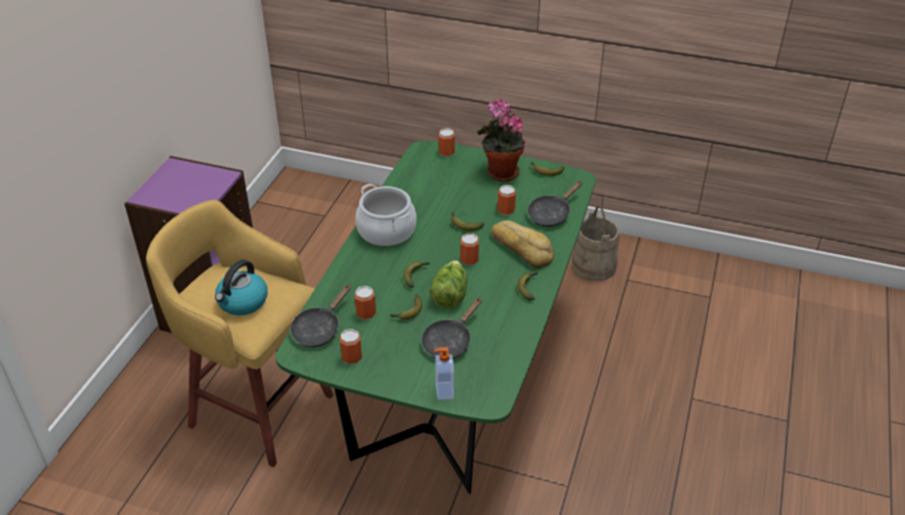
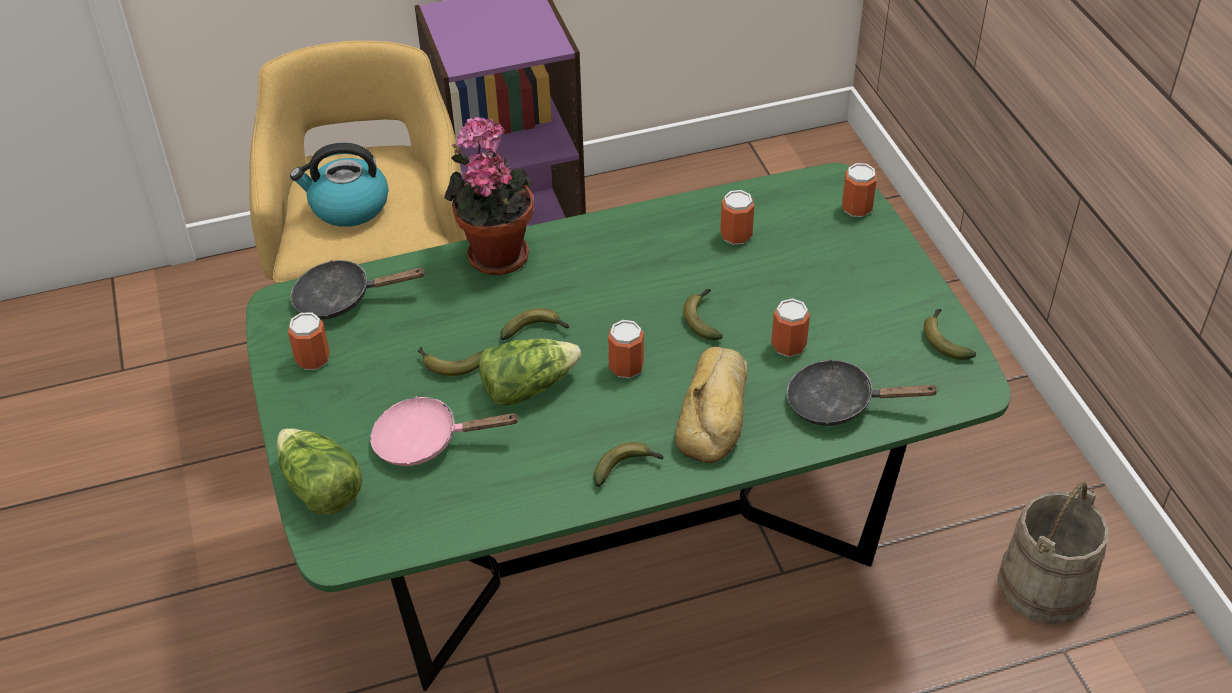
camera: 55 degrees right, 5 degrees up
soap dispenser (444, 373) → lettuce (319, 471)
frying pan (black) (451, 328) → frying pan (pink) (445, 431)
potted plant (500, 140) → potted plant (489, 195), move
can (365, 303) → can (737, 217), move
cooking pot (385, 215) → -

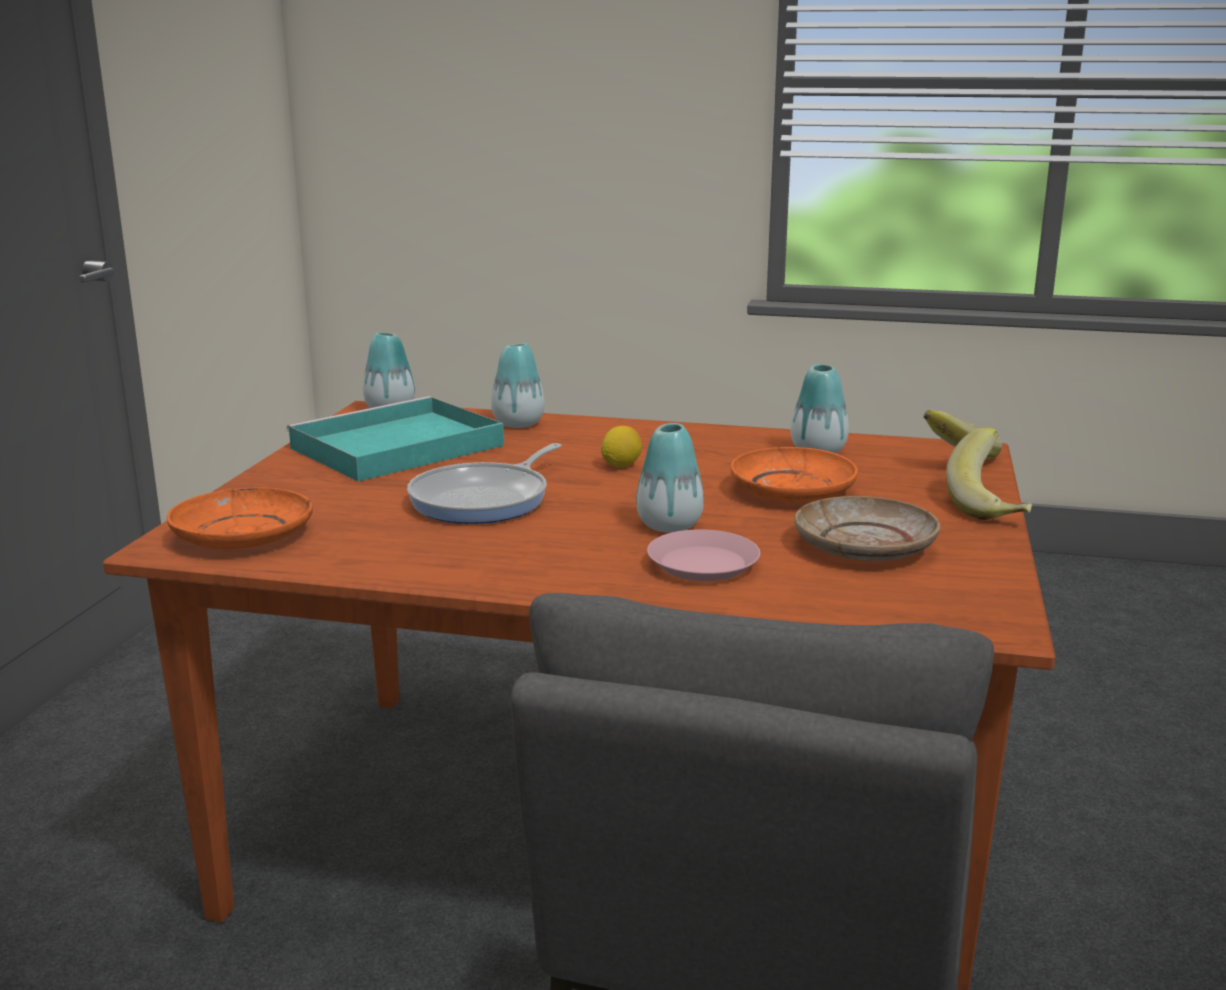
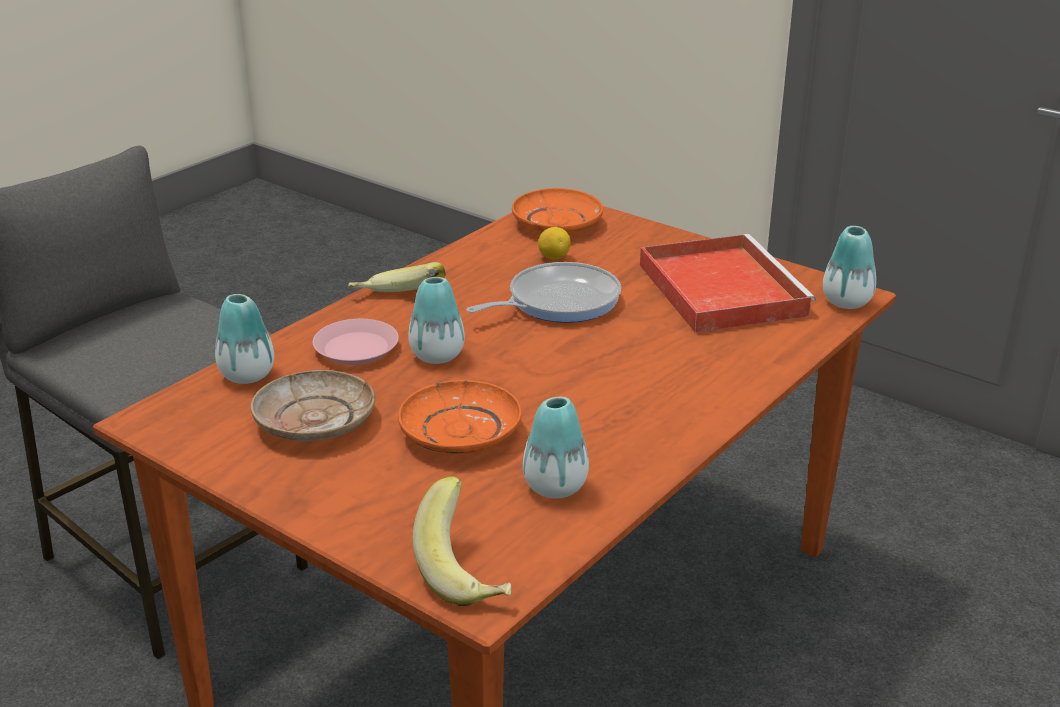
camera: 115 degrees right, 10 degrees up
vase (518, 385) → vase (244, 339), move
banana (989, 473) → banana (397, 277), move
frying pan (484, 483) → frying pan (543, 292), 90 degrees clockwise
lemon (621, 446) → lemon (554, 243), move
tray (turquoise) (395, 439) → tray (red) (728, 283)

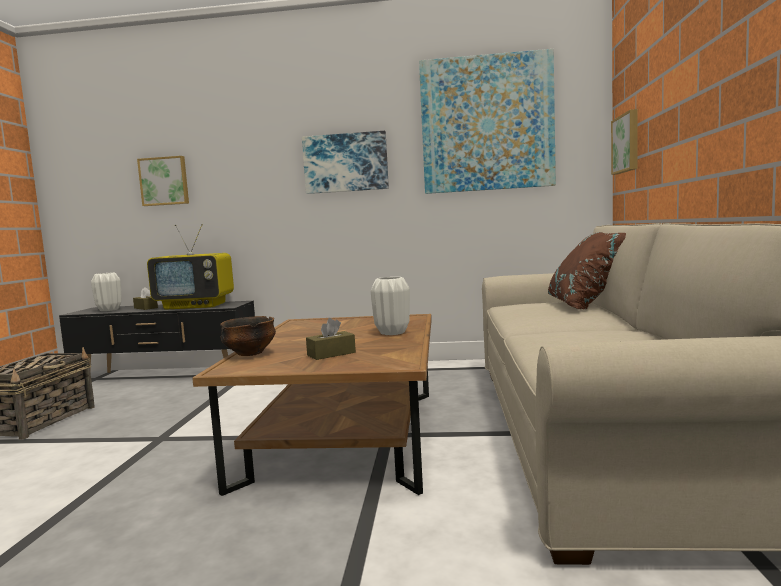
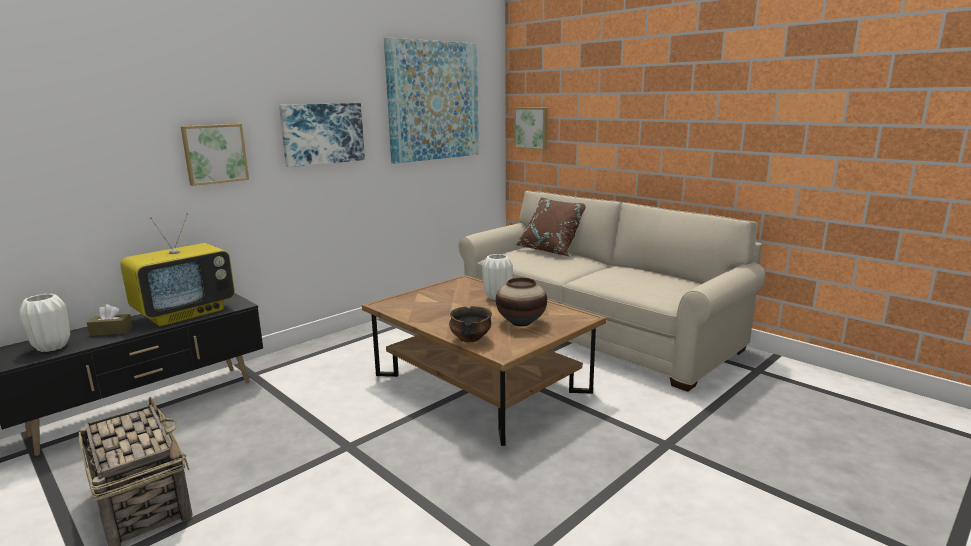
camera: 50 degrees left, 10 degrees up
picture (163, 181) → picture (215, 155), move
tissue box (brown) (331, 339) → vase (521, 302)

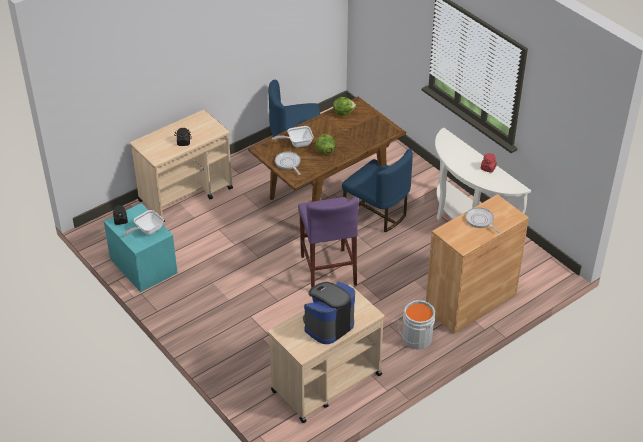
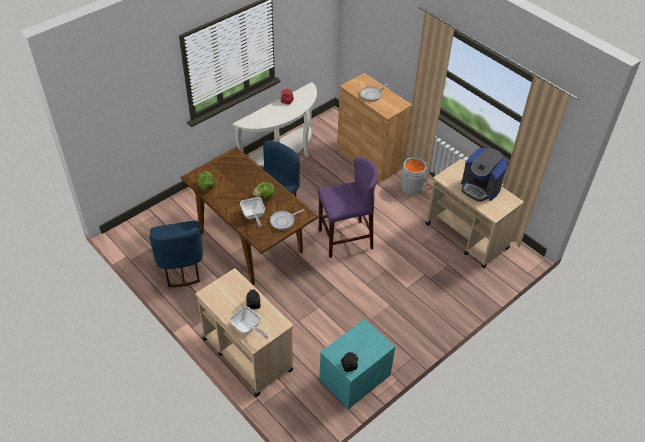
camera: 95 degrees left, 5 degrees up
frying pan (144, 223) → frying pan (248, 322), move

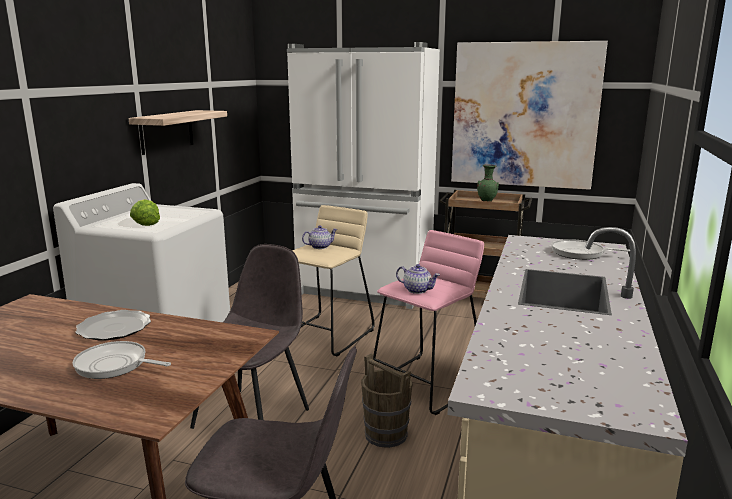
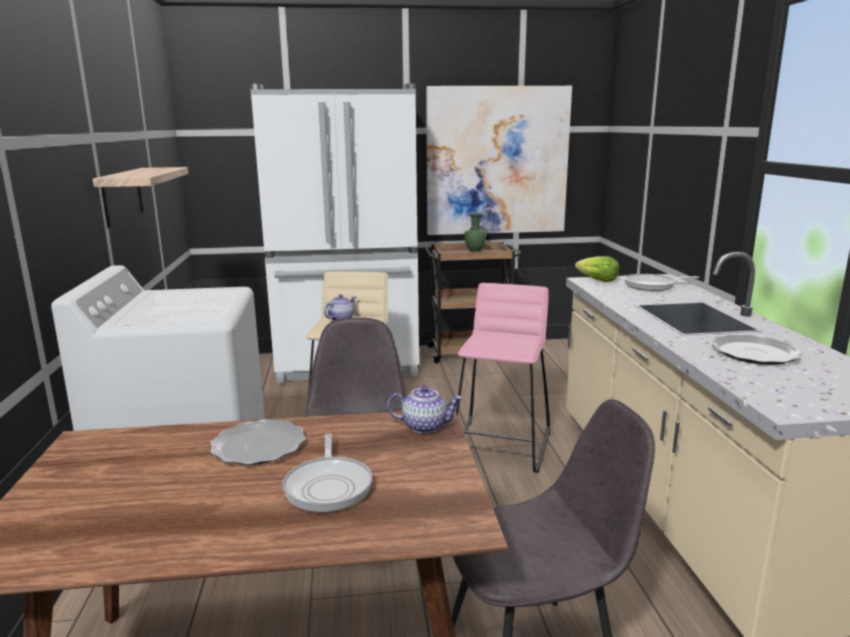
camera: 25 degrees left, 0 degrees up
frying pan (122, 360) → frying pan (327, 472), 90 degrees counterclockwise
teapot (418, 279) → teapot (424, 409), move
lettuce (145, 212) → lettuce (597, 269), move
- → plate (756, 350)
bucket (brown) (387, 401) → -

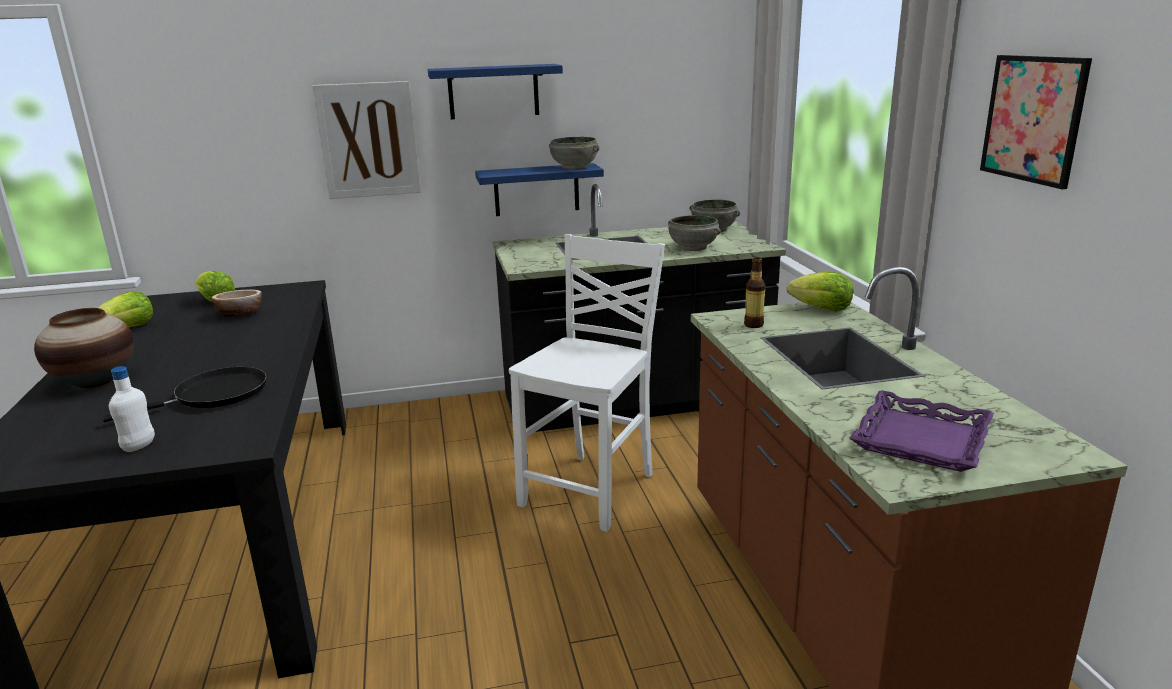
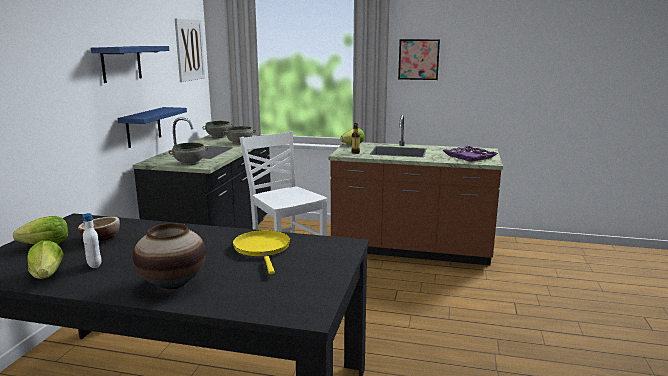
camera: 65 degrees left, 5 degrees down
bottle (white) (132, 409) → bottle (white) (92, 240), move
bowl (grey) (574, 153) → bowl (grey) (188, 154), move
picture (367, 140) → picture (190, 50), move
frying pan (black) (184, 394) → frying pan (yellow) (261, 252)

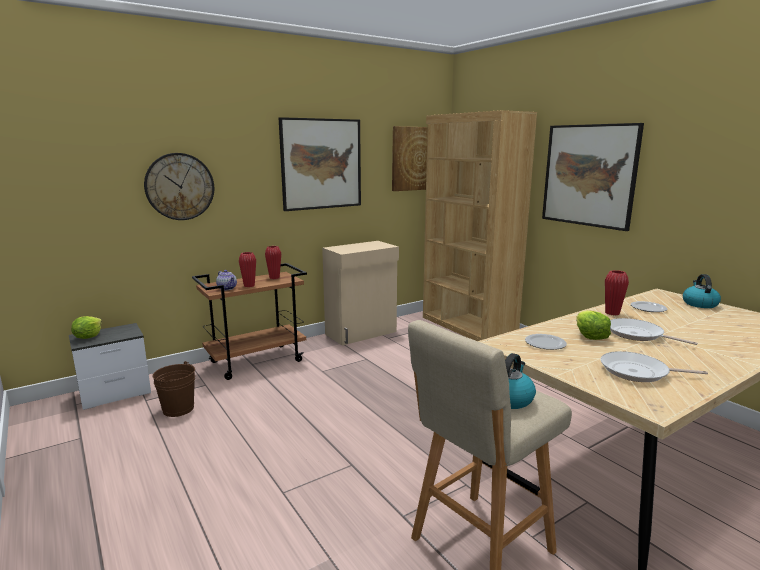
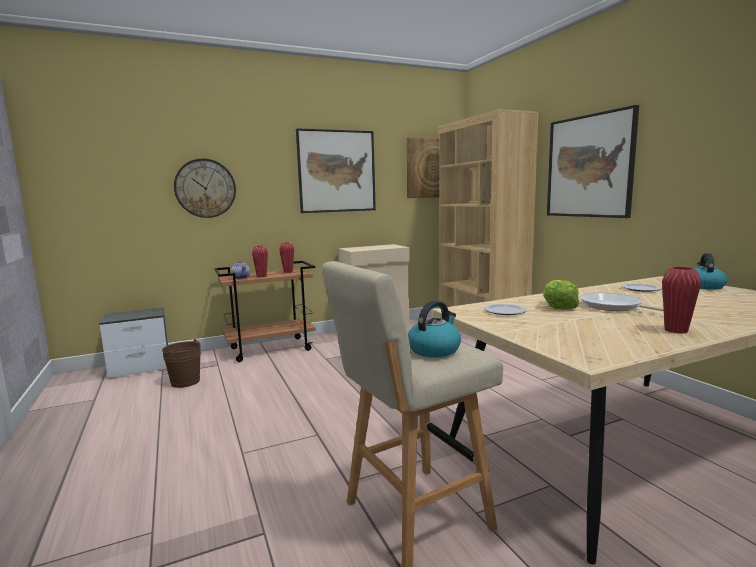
camera: 10 degrees right, 5 degrees down
vase (red) (617, 293) → vase (red) (681, 300), move
lettuce (86, 327) → -
frying pan (654, 366) → -

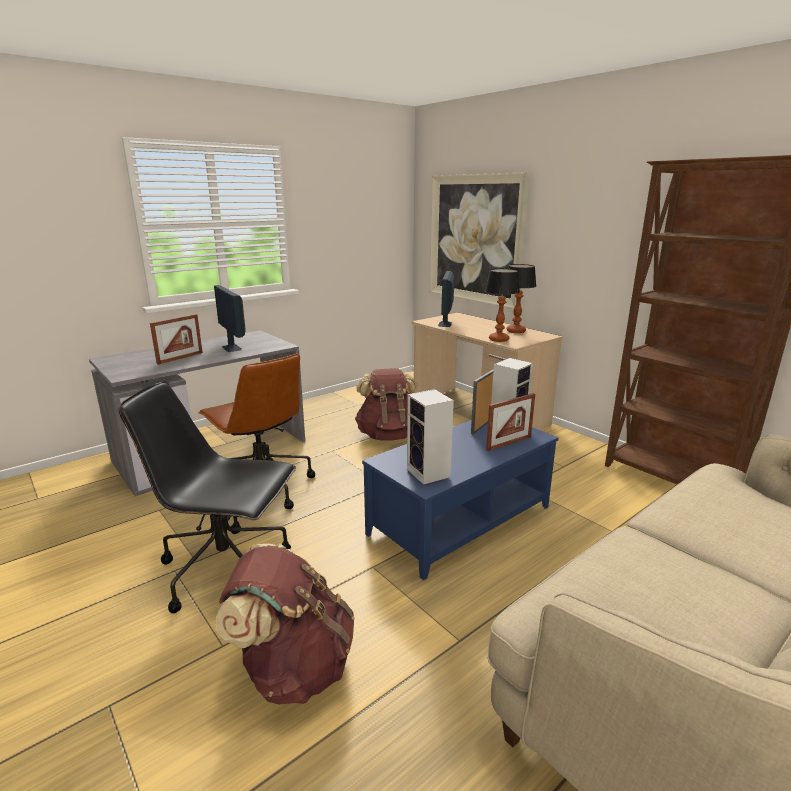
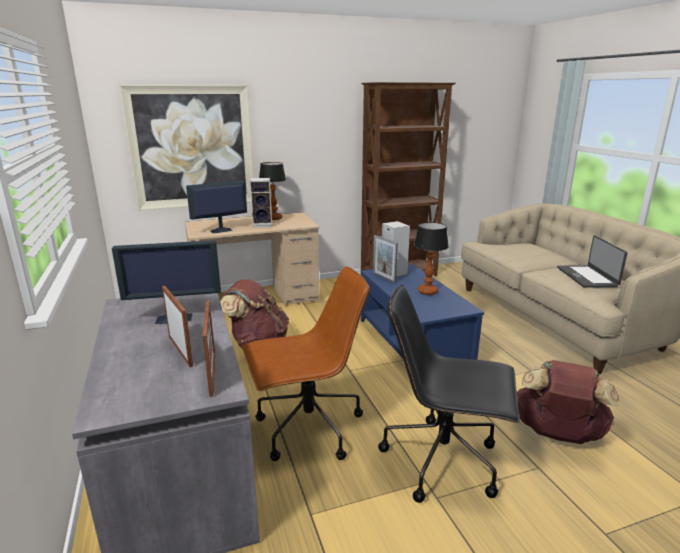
camera: 70 degrees left, 0 degrees up
monitor (446, 299) → monitor (216, 206), 120 degrees clockwise
picture frame (510, 422) → picture frame (209, 349), move
speaker (430, 437) → speaker (261, 203), move
office chair (black) (207, 497) → office chair (black) (449, 394), 75 degrees clockwise
table lamp (502, 305) → table lamp (431, 258), move
- → laptop (592, 261)

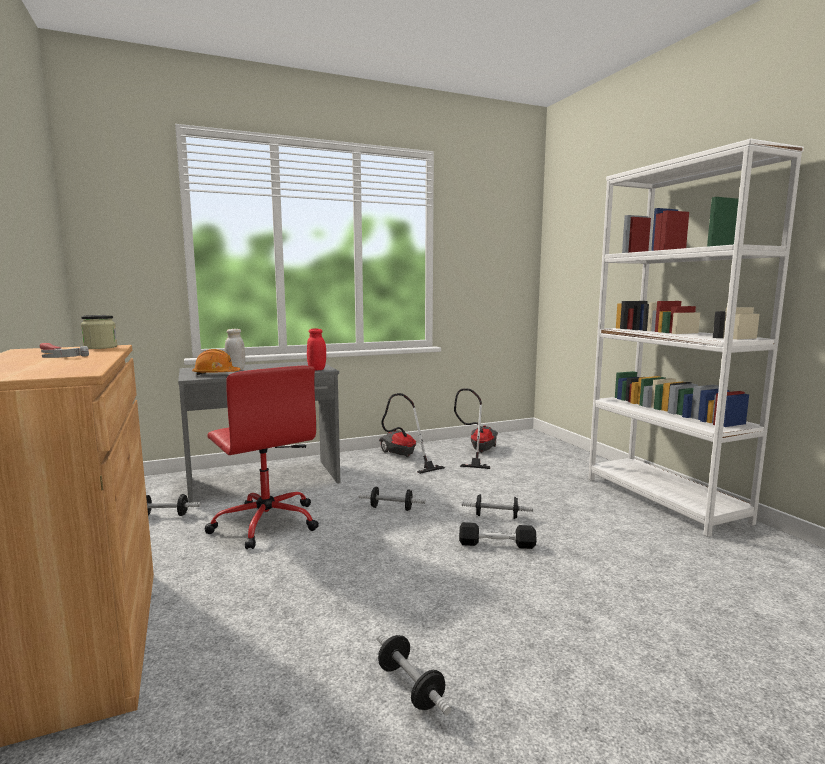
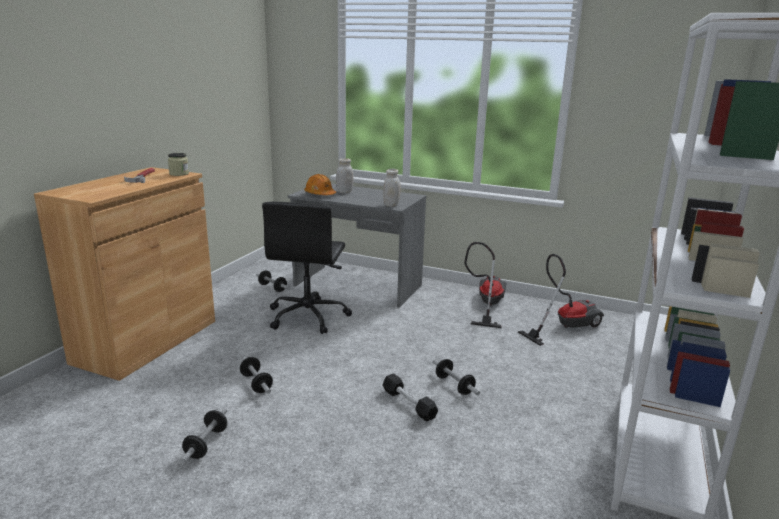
camera: 45 degrees right, 10 degrees up
dumbbell (392, 499) → dumbbell (256, 375), move
office chair (red) (261, 457) → office chair (black) (307, 268)
jar (red) (316, 349) → jar (white) (392, 188)

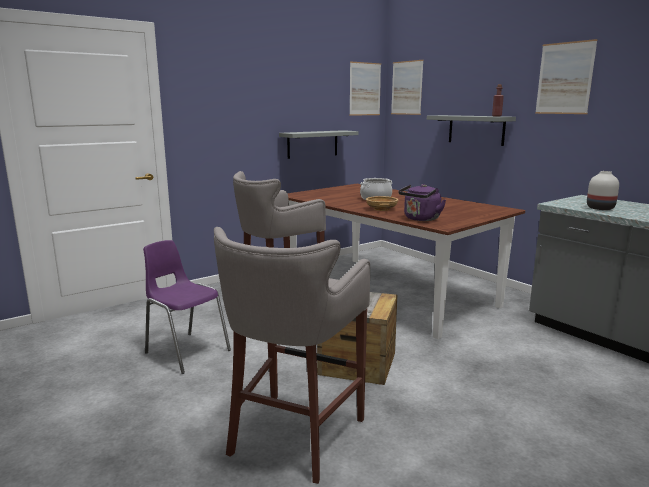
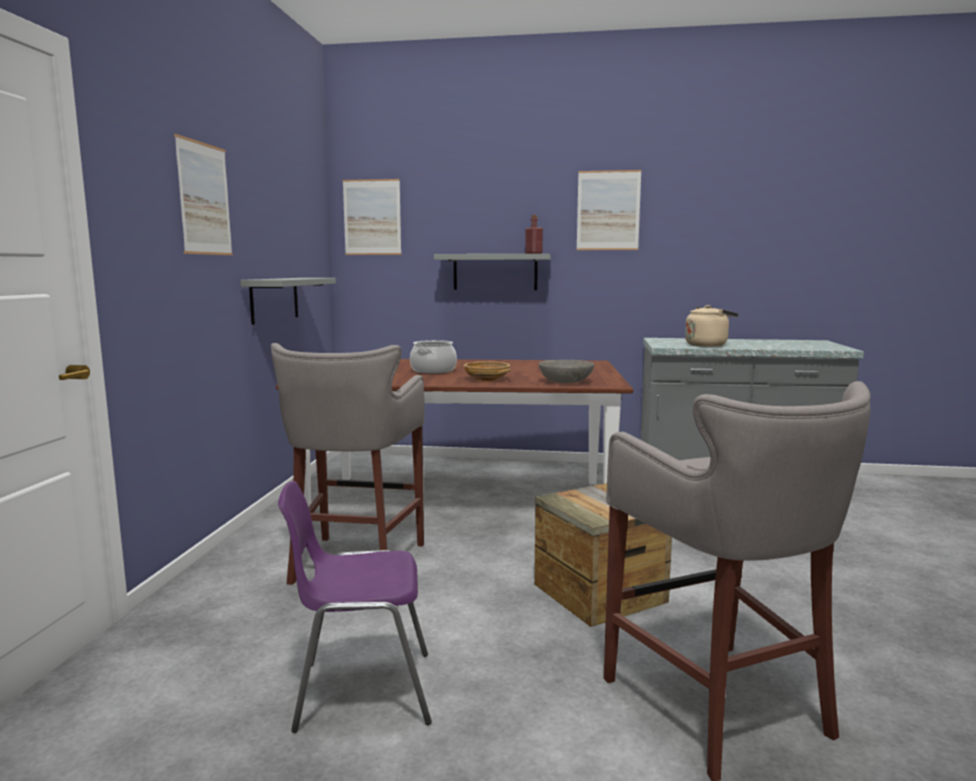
camera: 45 degrees left, 5 degrees down
picture (365, 88) → picture (203, 194), move
kettle (purple) (422, 202) → bowl (grey) (566, 371)
vase (white) (603, 190) → kettle (beige) (711, 326)

